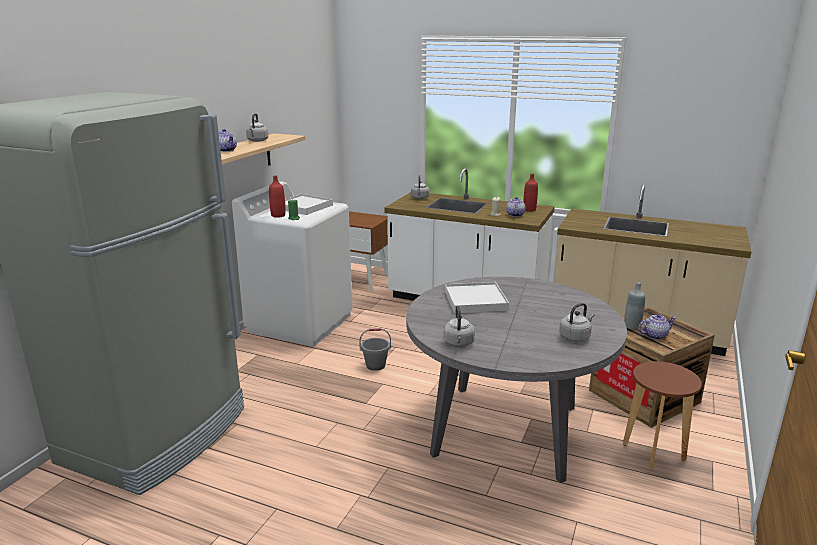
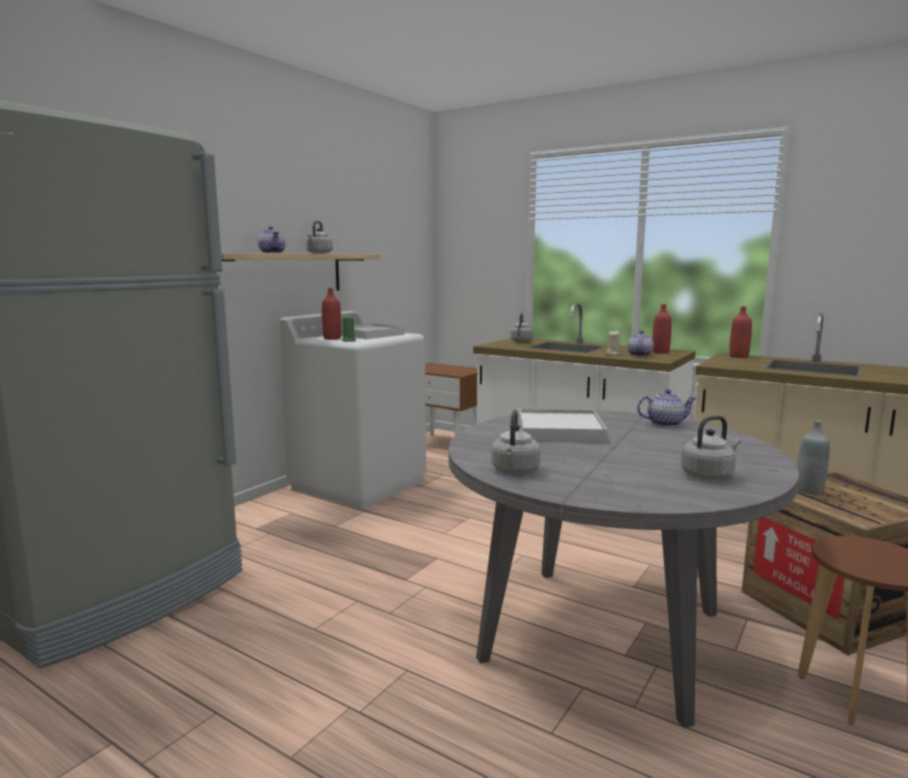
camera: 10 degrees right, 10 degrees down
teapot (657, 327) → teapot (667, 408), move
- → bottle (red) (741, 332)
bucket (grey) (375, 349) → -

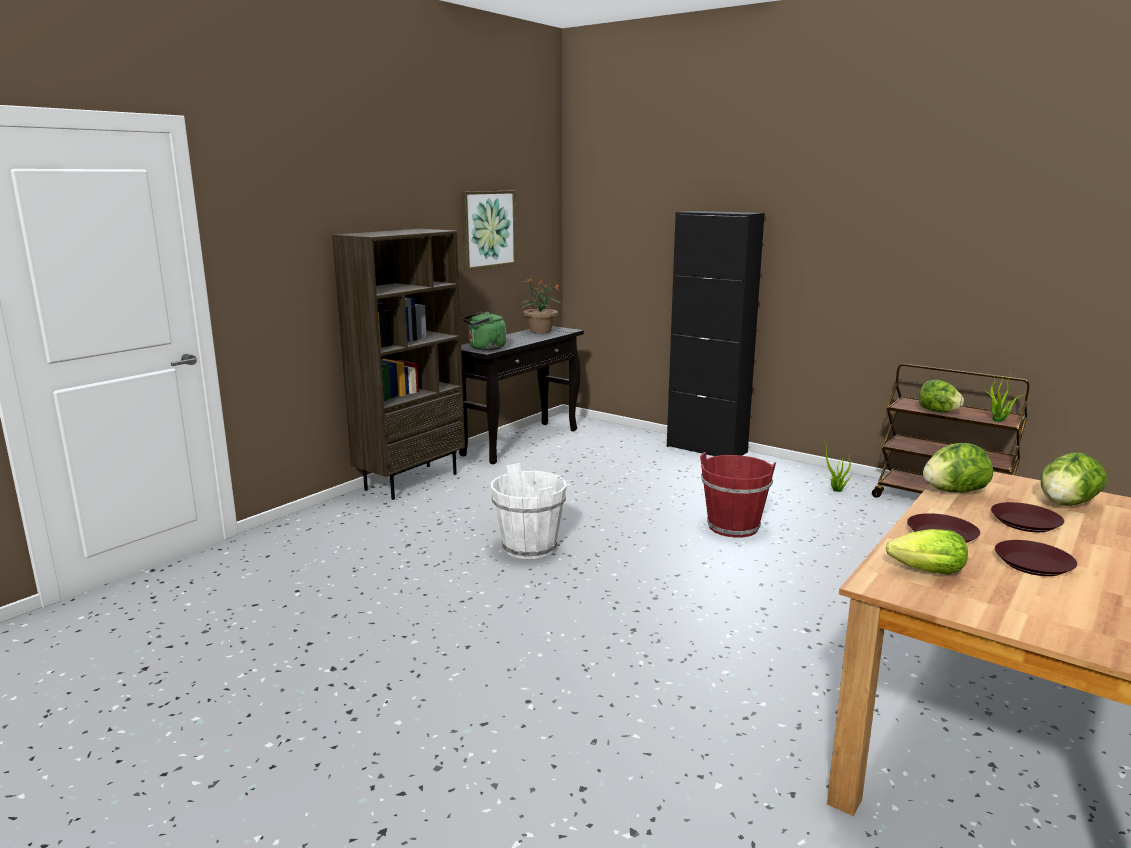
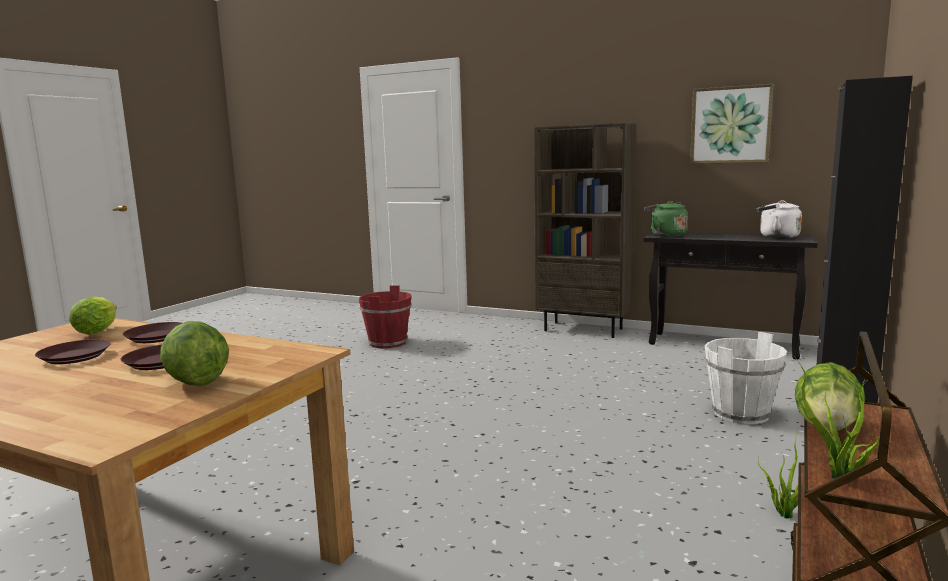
camera: 80 degrees right, 5 degrees down
bucket (red) (738, 495) → bucket (red) (385, 317), move
bucket (white) (529, 511) → bucket (white) (746, 378), move
potted plant (542, 305) → kettle (white) (779, 219)
lettuce (958, 468) → -

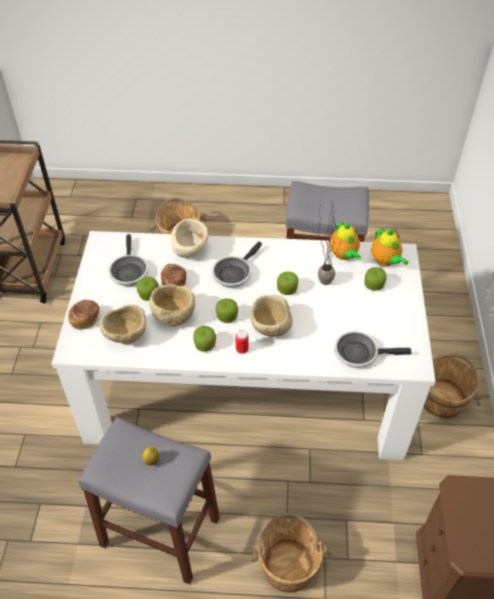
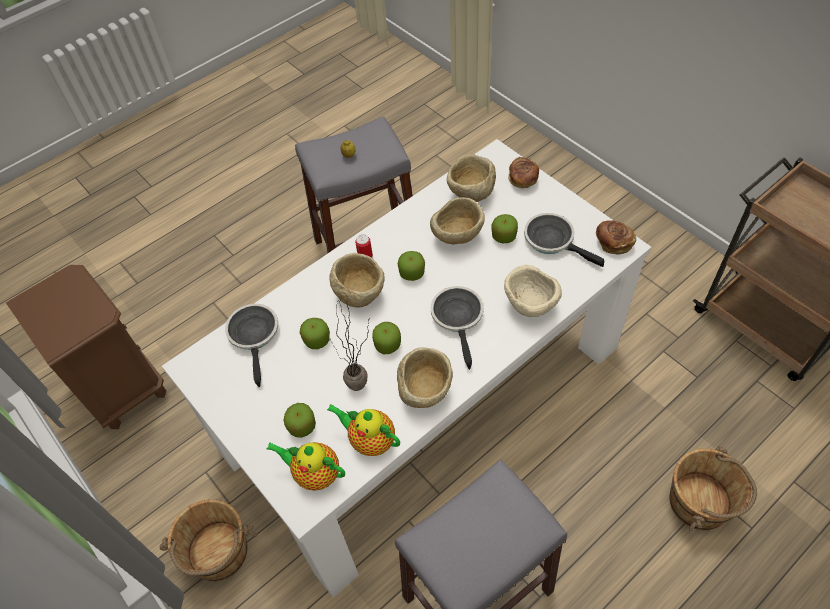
camera: 140 degrees right, 5 degrees up
frying pan (372, 349) → frying pan (251, 345), 60 degrees counterclockwise
apple (204, 339) → apple (315, 333), move
- → bowl (beige) (425, 377)
bread (173, 275) → bread (616, 237), move
bucket (brown) (290, 553) → -

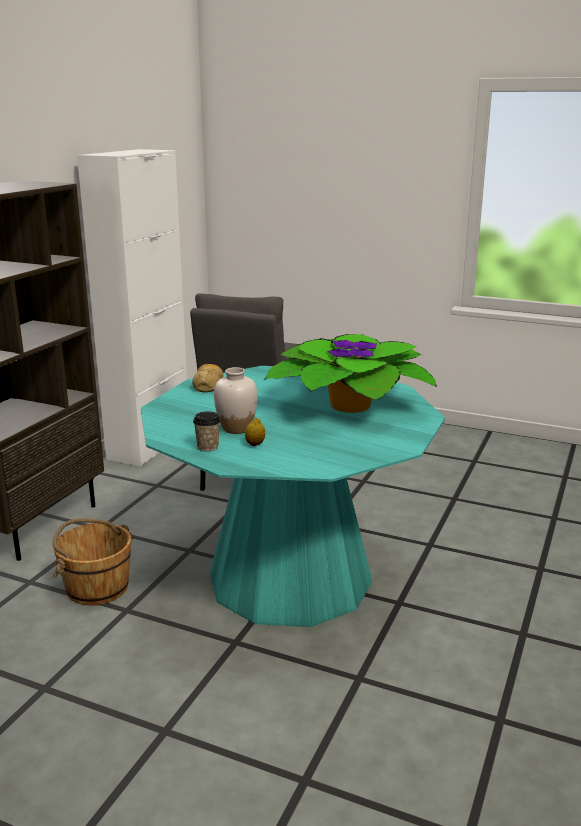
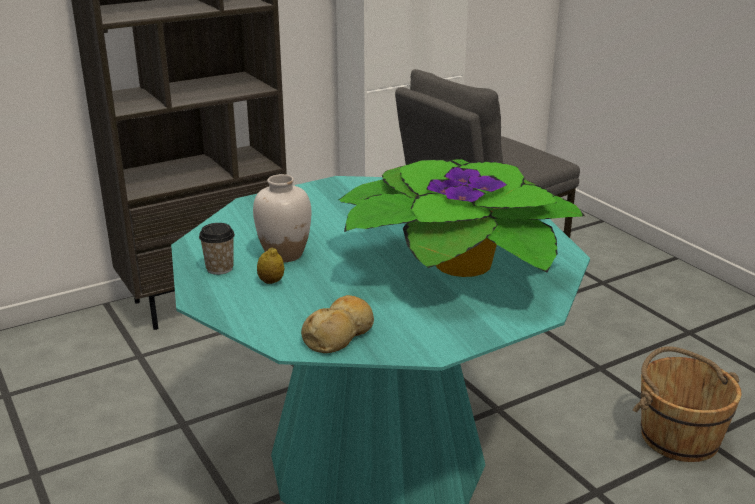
camera: 35 degrees right, 5 degrees up
bread (207, 378) → bread (337, 324), move
bucket (brown) (93, 562) → bucket (brown) (687, 404), move

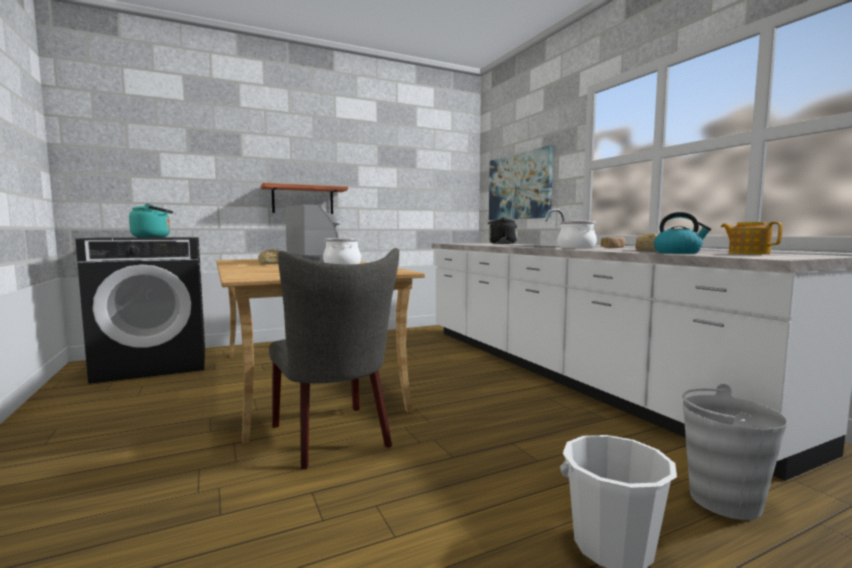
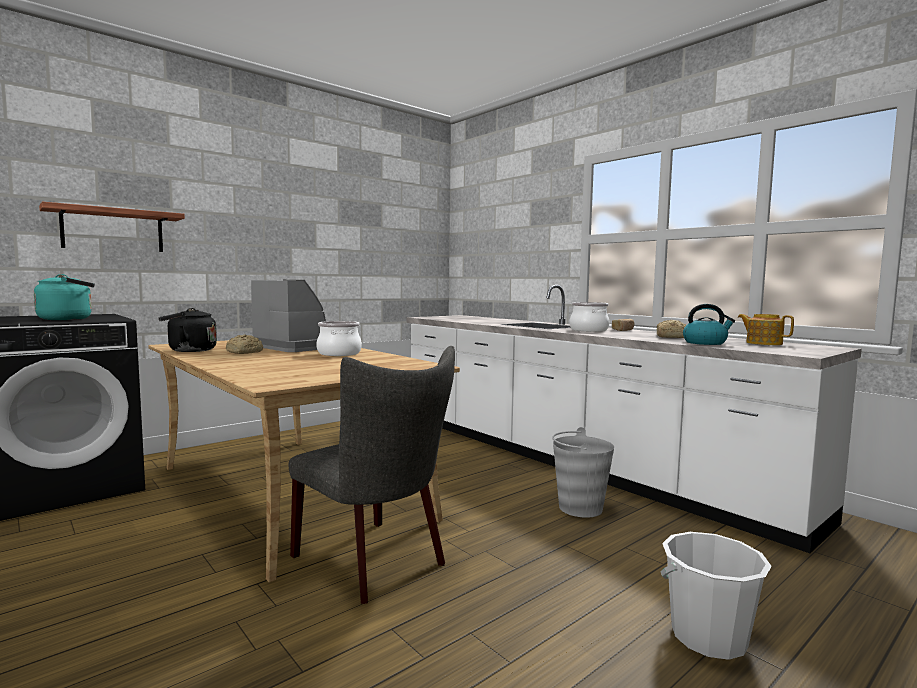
camera: 15 degrees left, 0 degrees up
shelf (304, 198) → shelf (112, 227), move
kettle (black) (502, 230) → kettle (black) (187, 330), move
bucket (grey) (734, 452) → bucket (grey) (583, 472), move
picture (521, 183) → -

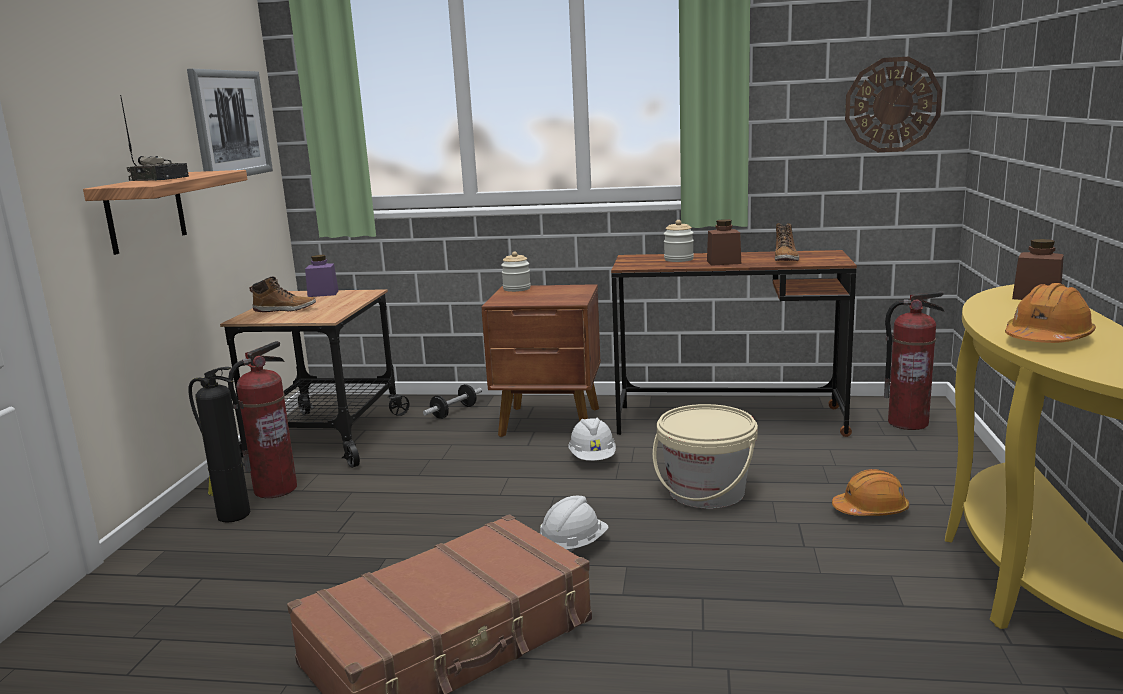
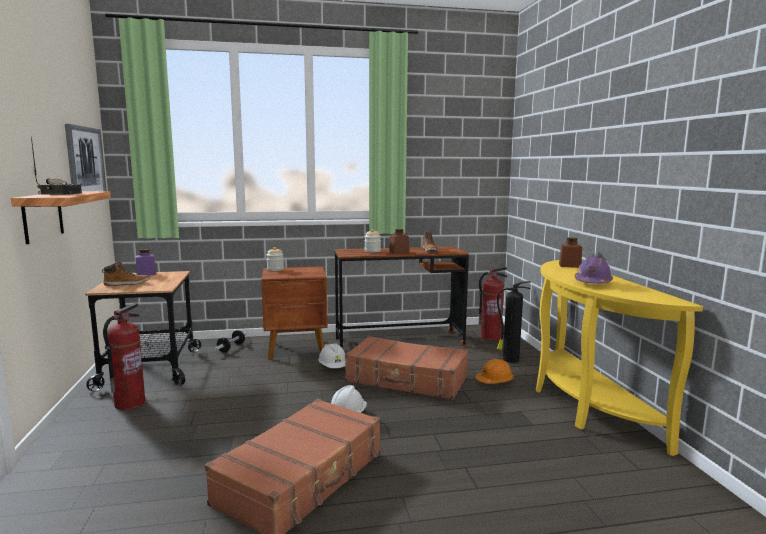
camera: 20 degrees left, 5 degrees down
bucket (beige) (705, 456) → suitcase (brown) (406, 368)
fire extinguisher (219, 445) → fire extinguisher (514, 322), move
hard hat (orange) (1050, 313) → hard hat (purple) (593, 270)
wall clock (893, 104) → -

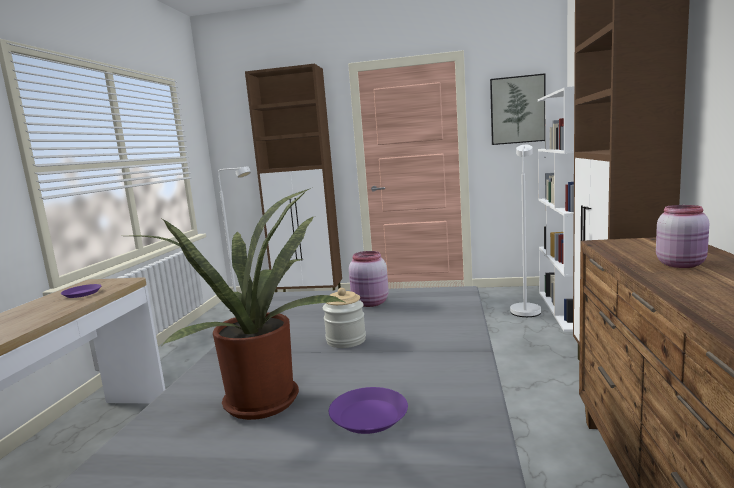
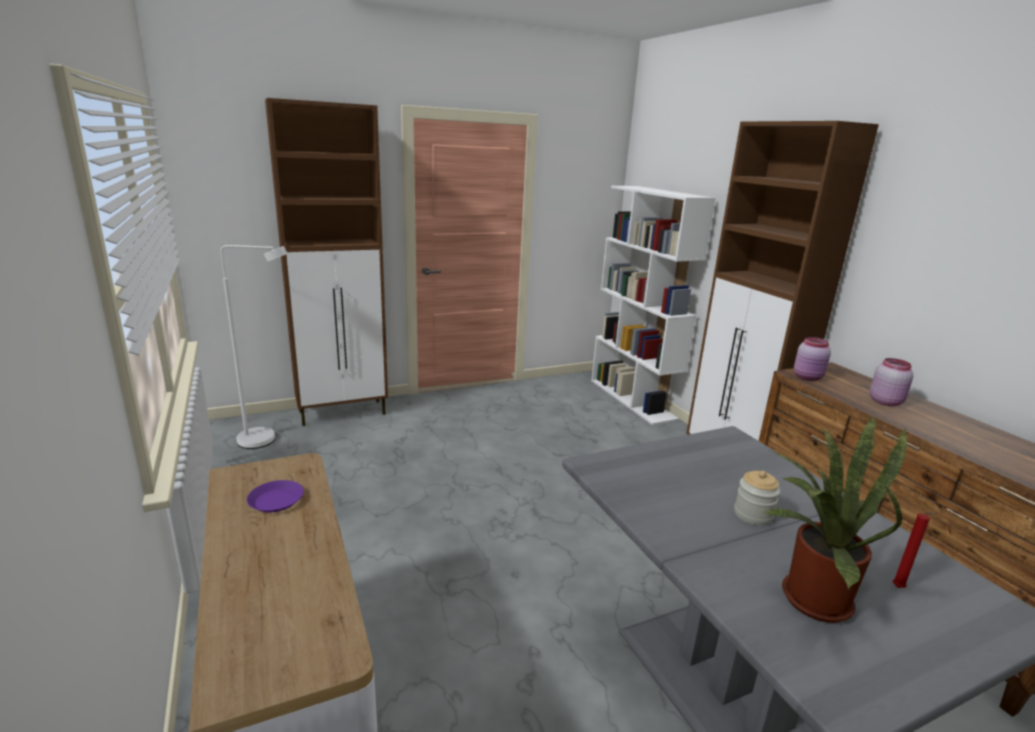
camera: 35 degrees left, 10 degrees up
jar (pink) (369, 279) → jar (pink) (812, 359), move
plate (purple) (368, 410) → candle (red) (915, 550)
picture (518, 109) → -
floor lamp (white) (525, 231) → -

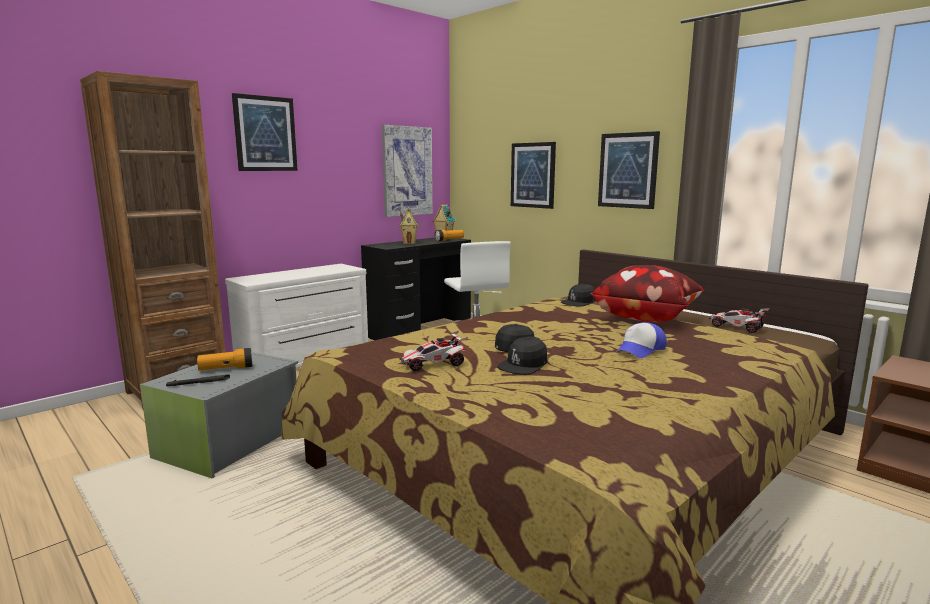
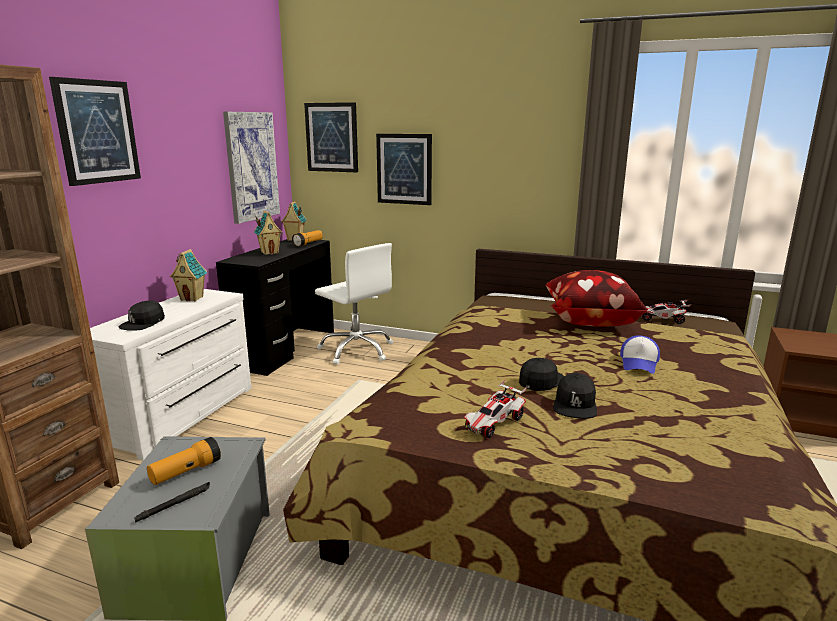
camera: 25 degrees left, 5 degrees up
cap (black) (578, 295) → cap (black) (141, 315), move
- → toy house (188, 275)
picture (629, 170) → picture (331, 137), move

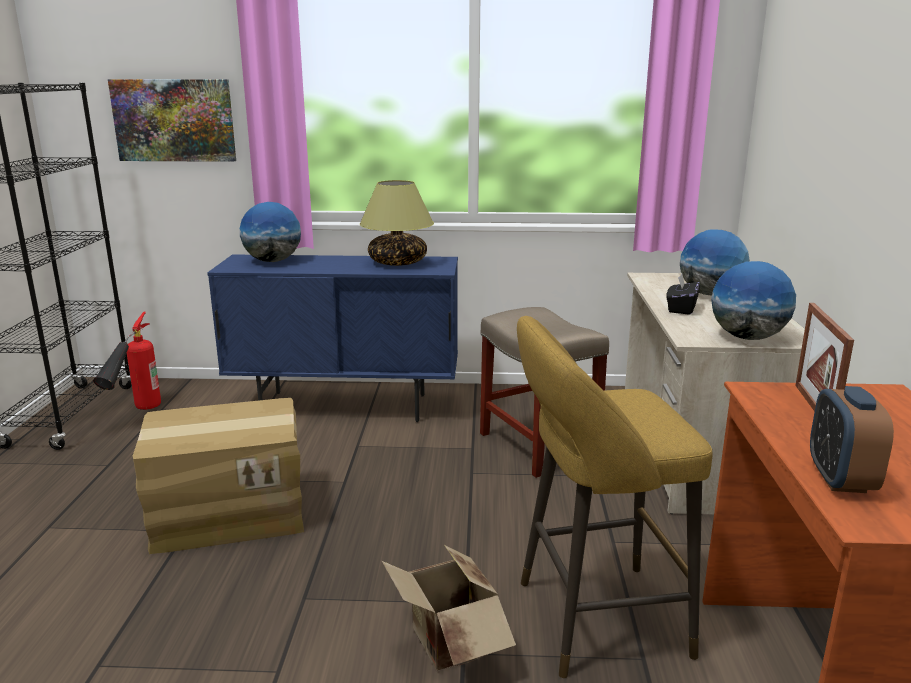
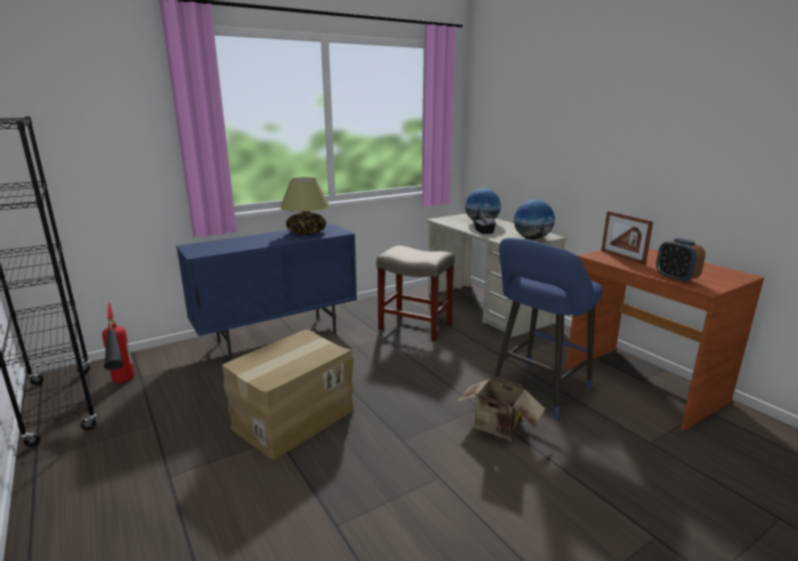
camera: 35 degrees left, 0 degrees up
stool (yellow) (615, 497) → stool (blue) (548, 328)
picture (172, 120) → -
globe (270, 232) → -

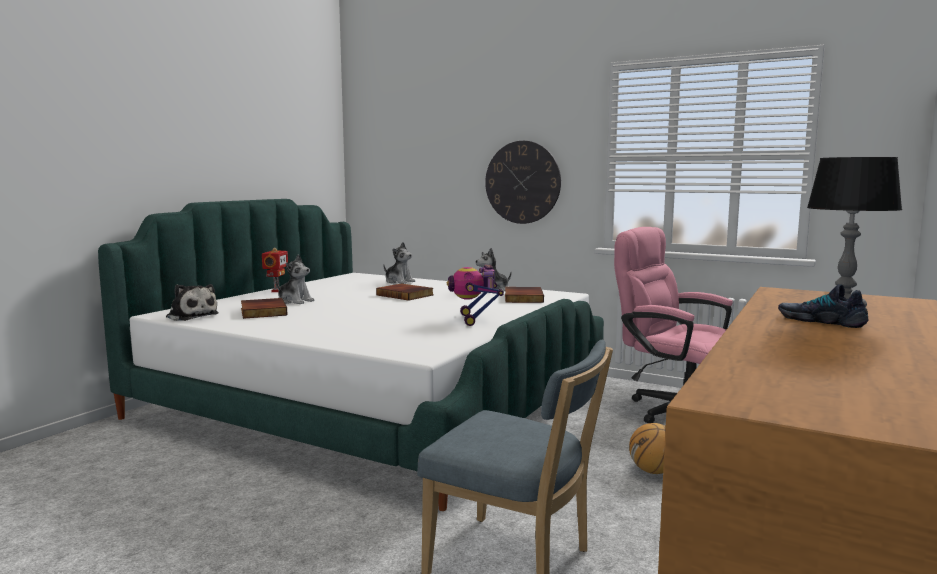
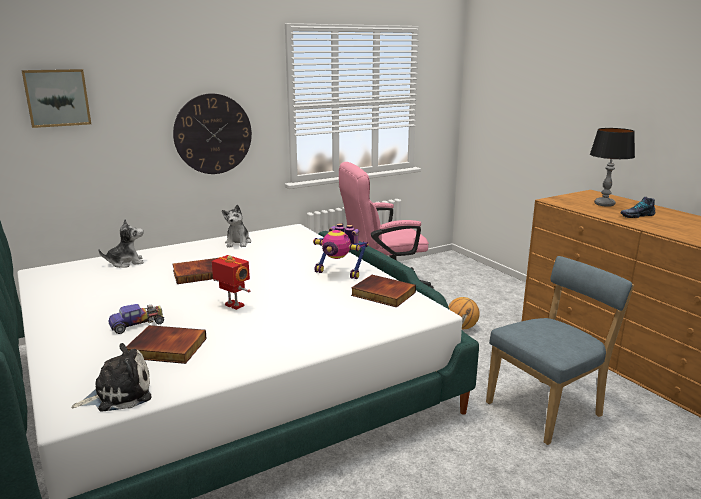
camera: 60 degrees left, 10 degrees up
- → picture (56, 98)
plush toy (295, 279) → toy car (136, 319)
toy robot (275, 270) → toy robot (231, 282), move
book (524, 295) → book (383, 291), move

